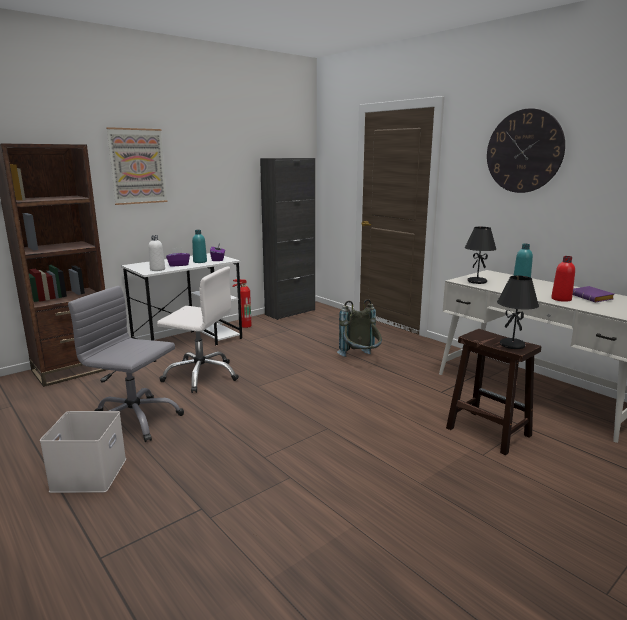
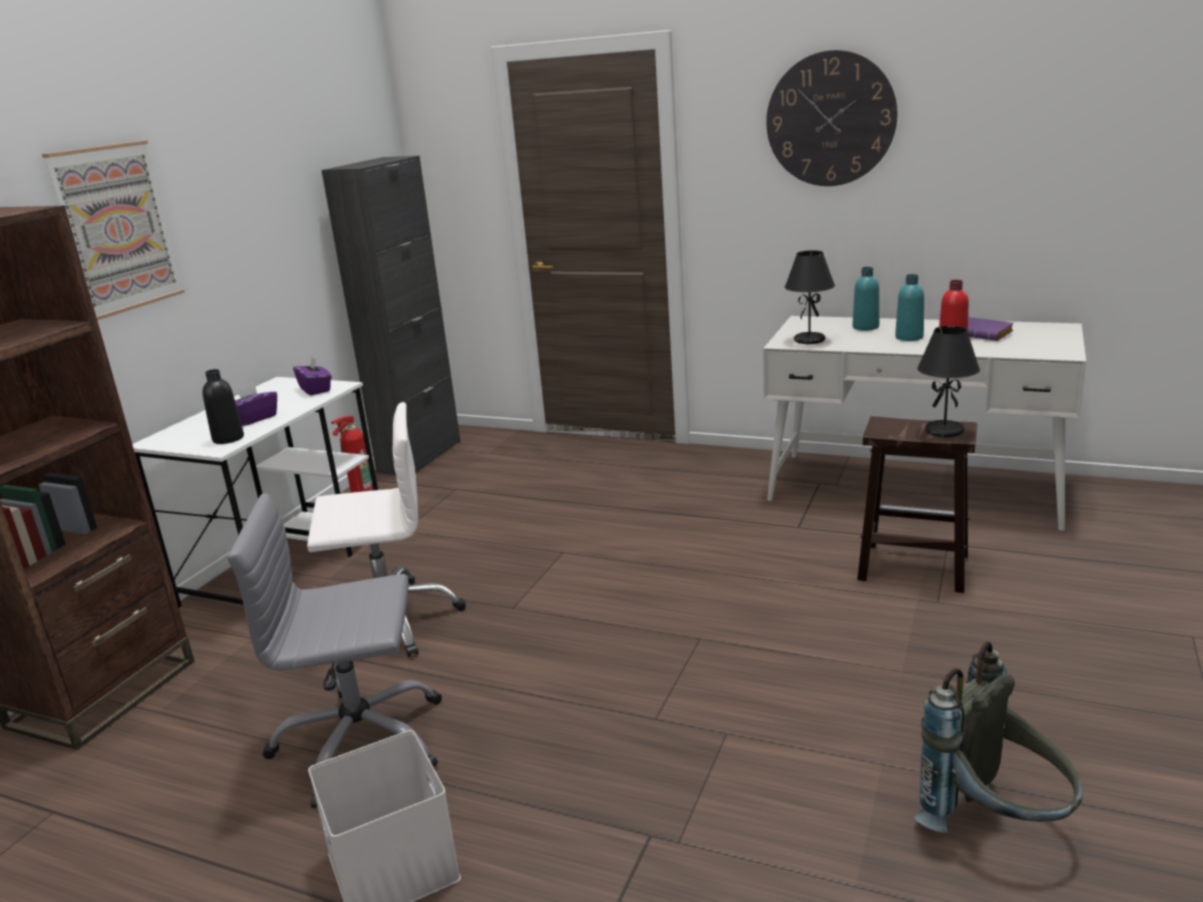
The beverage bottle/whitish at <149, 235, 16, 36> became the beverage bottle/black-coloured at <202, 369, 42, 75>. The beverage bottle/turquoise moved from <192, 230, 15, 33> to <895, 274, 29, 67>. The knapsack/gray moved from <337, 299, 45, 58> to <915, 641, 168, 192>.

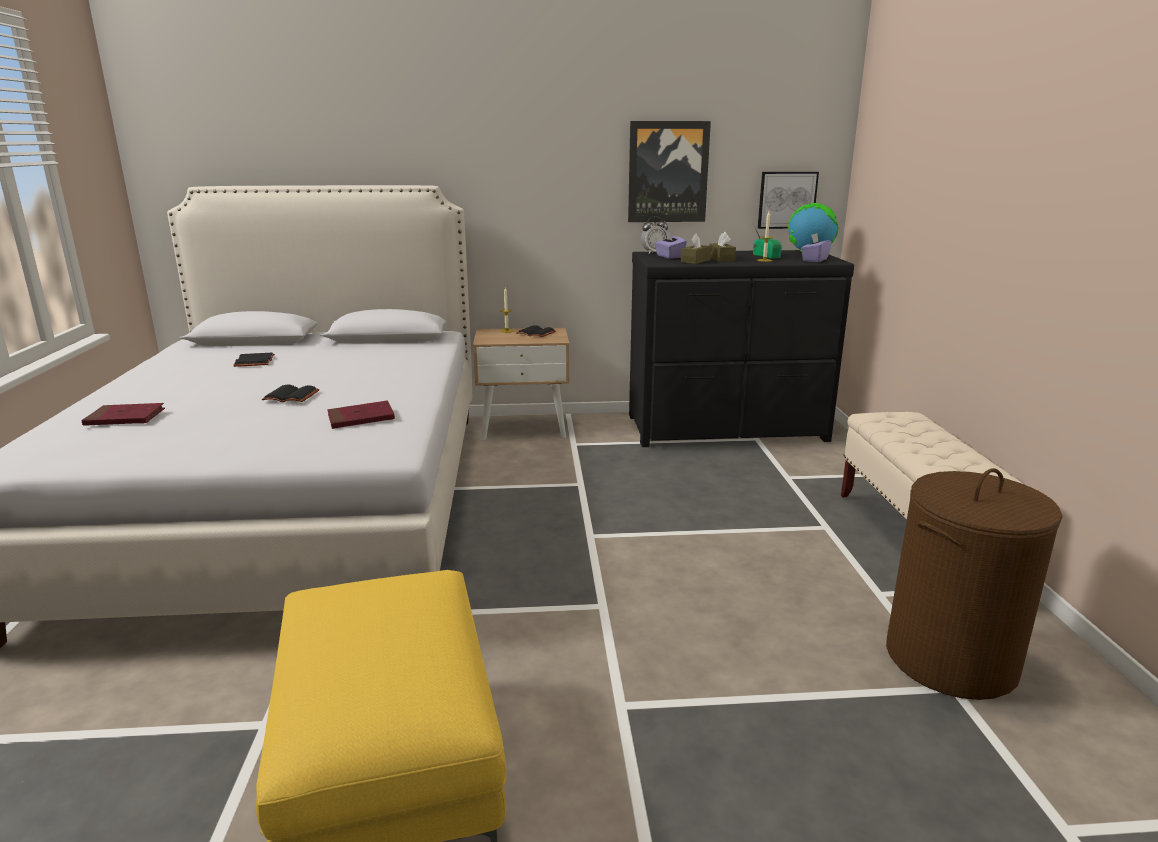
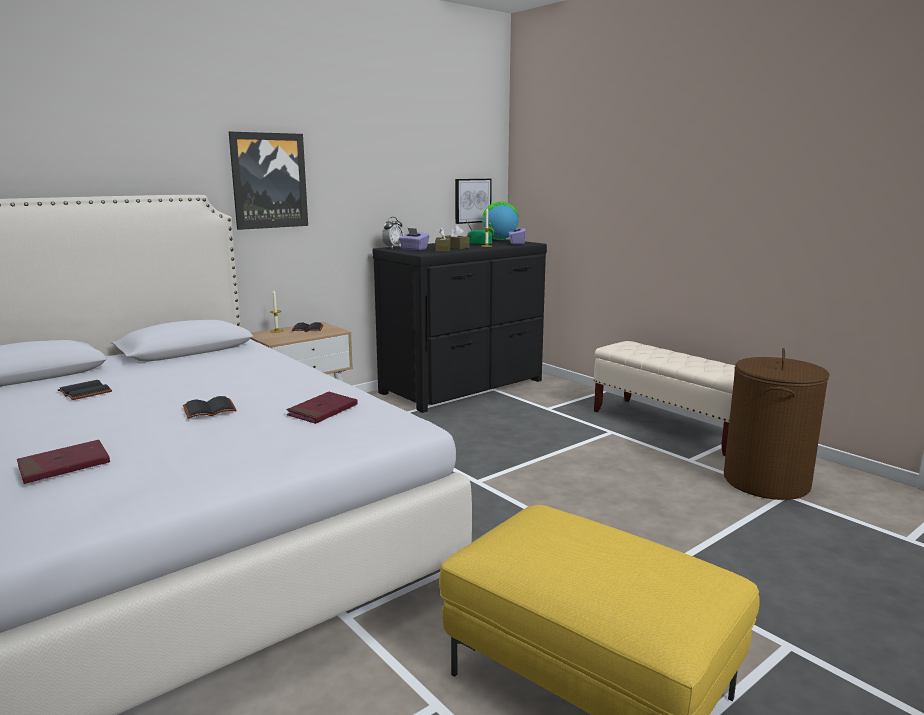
The wall picture moved from <628, 121, 83, 101> to <229, 132, 79, 98>.

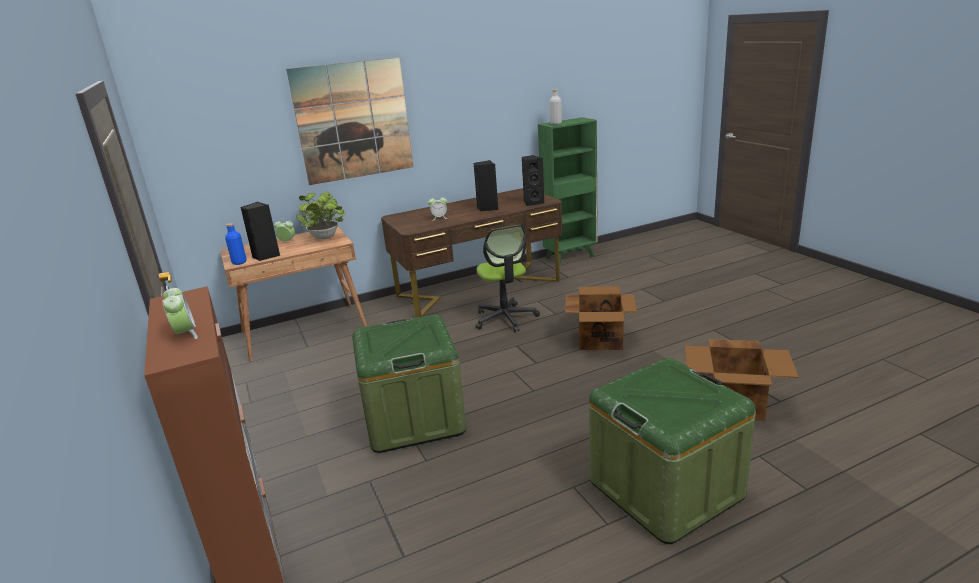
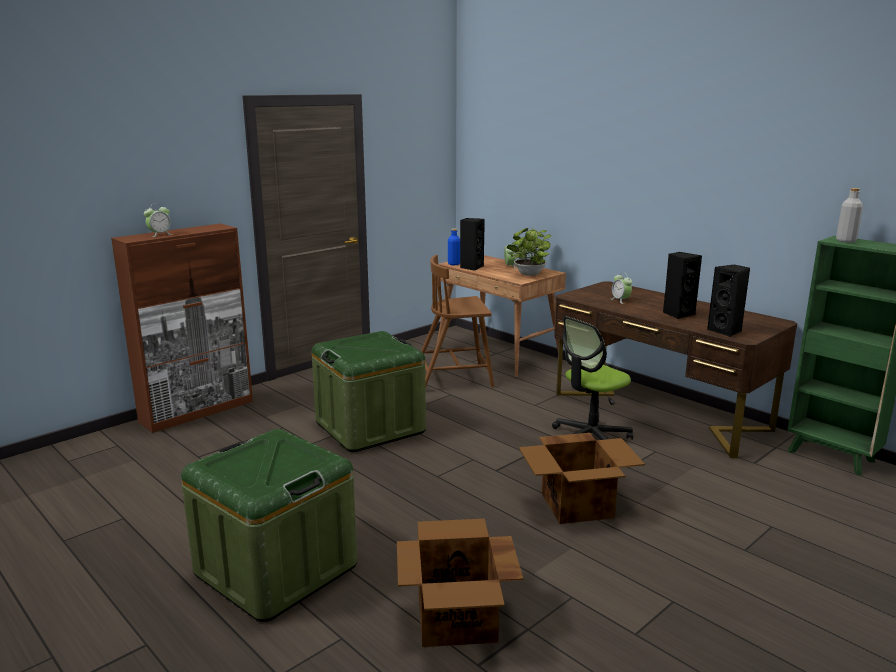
The wall picture at <286, 57, 127, 128> disappeared. The plain chair/brown-coloured at <421, 255, 73, 134> appeared.

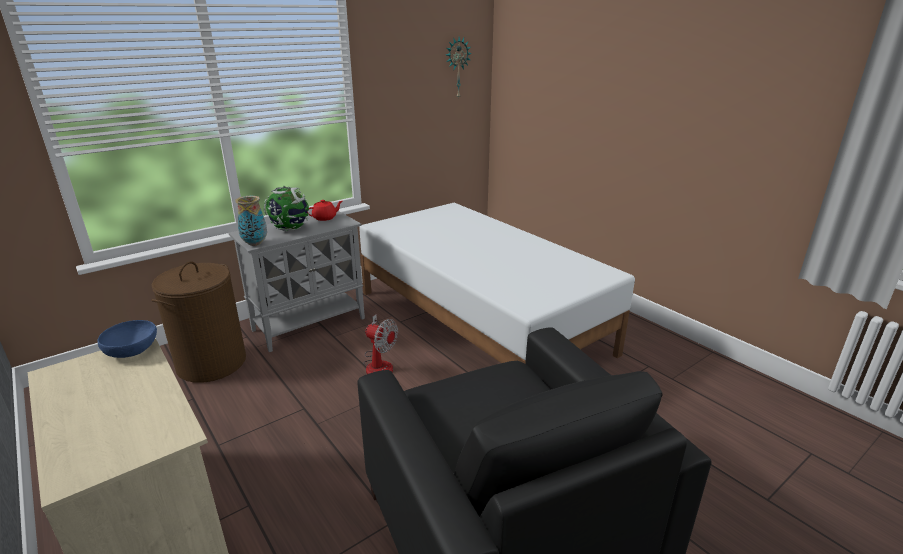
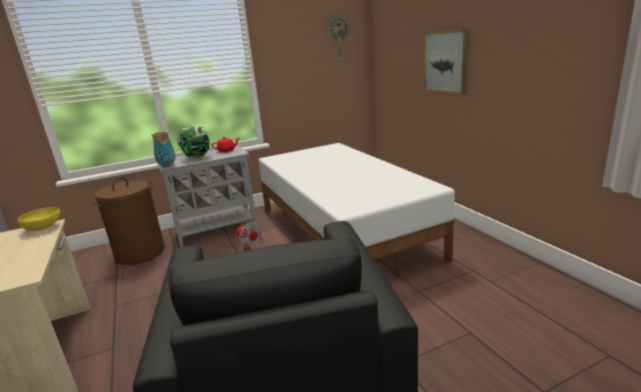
The deep dish/blue-coloured at <97, 320, 60, 38> became the deep dish/yellow at <18, 207, 42, 24>. The wall picture at <424, 29, 45, 65> appeared.

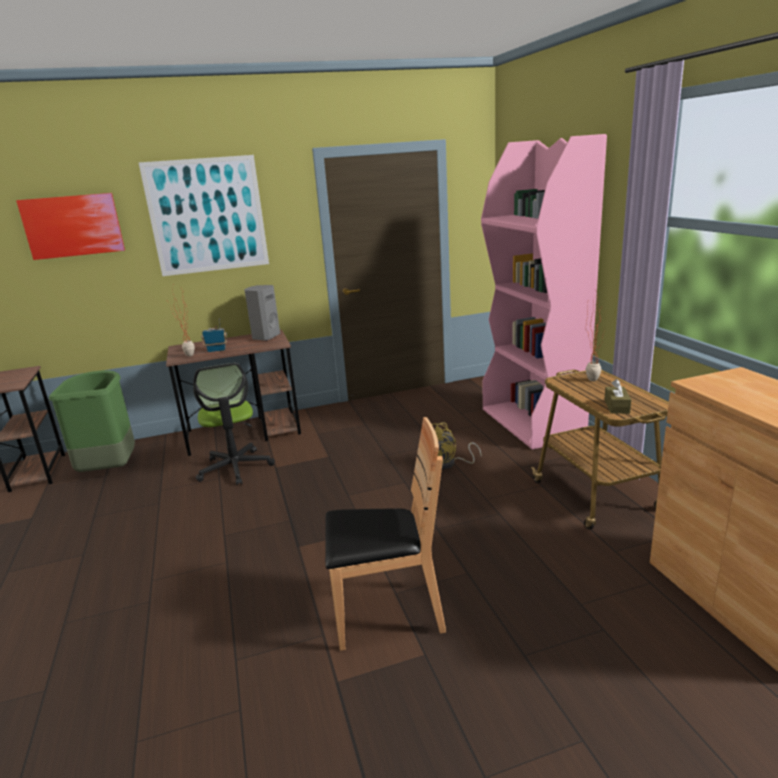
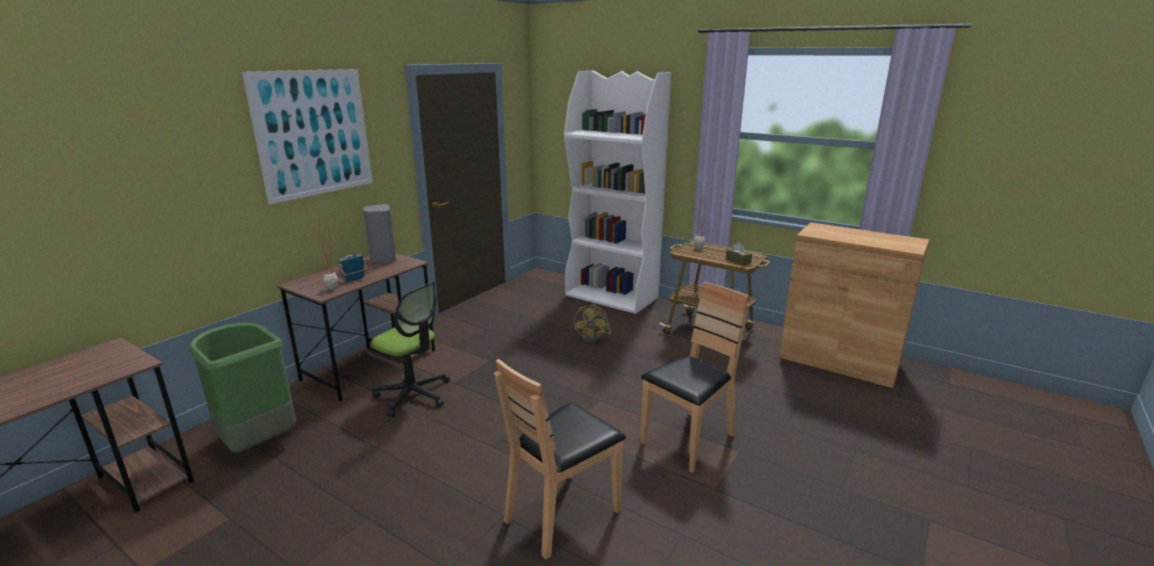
The wall picture at <16, 193, 109, 67> disappeared. The bookcase/pink at <481, 134, 126, 316> became the bookcase/whitish at <564, 71, 107, 243>. The plain chair/brown-coloured at <494, 359, 132, 201> appeared.

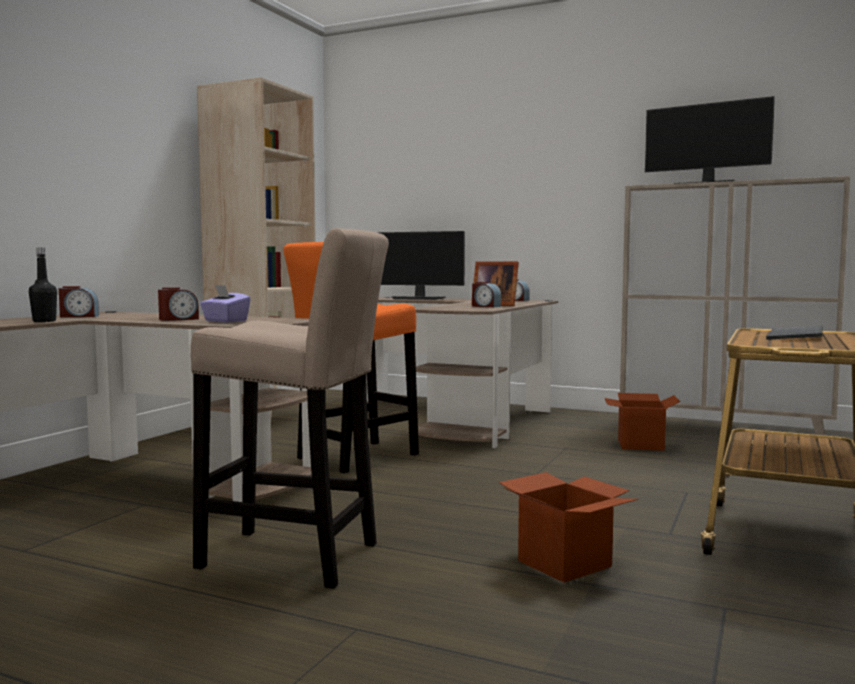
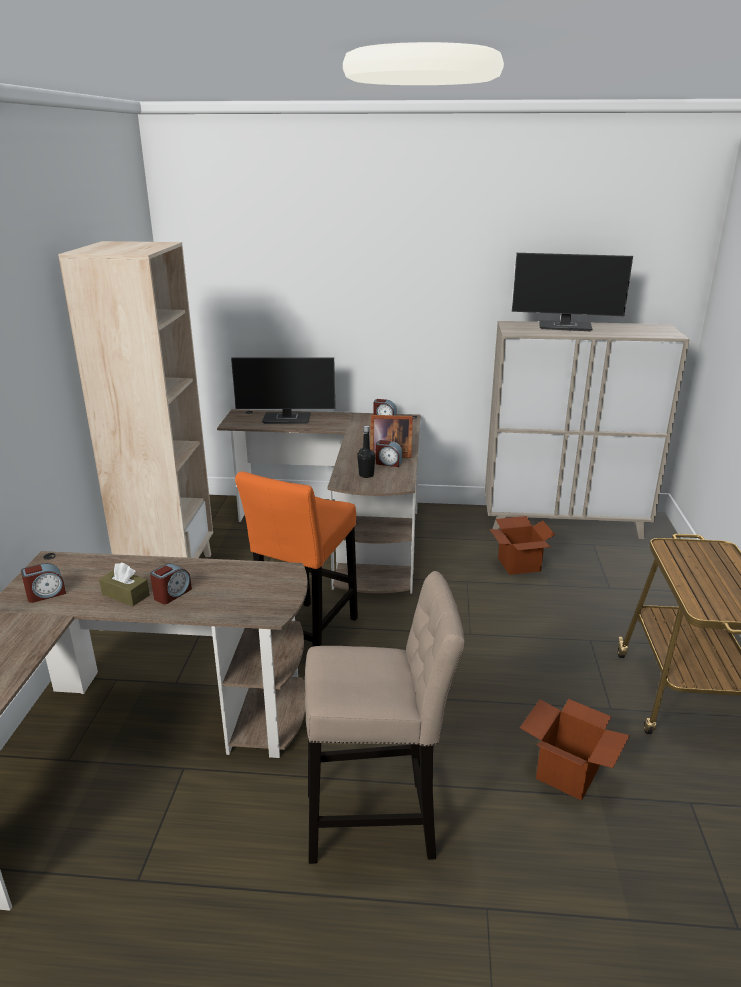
The beverage bottle/black-coloured moved from <29, 247, 28, 75> to <357, 426, 19, 52>. The tissue box/purple-coloured at <200, 285, 51, 38> disappeared. The PC keyboard at <766, 325, 57, 15> disappeared. The tissue box/brown-coloured at <99, 562, 51, 44> appeared.

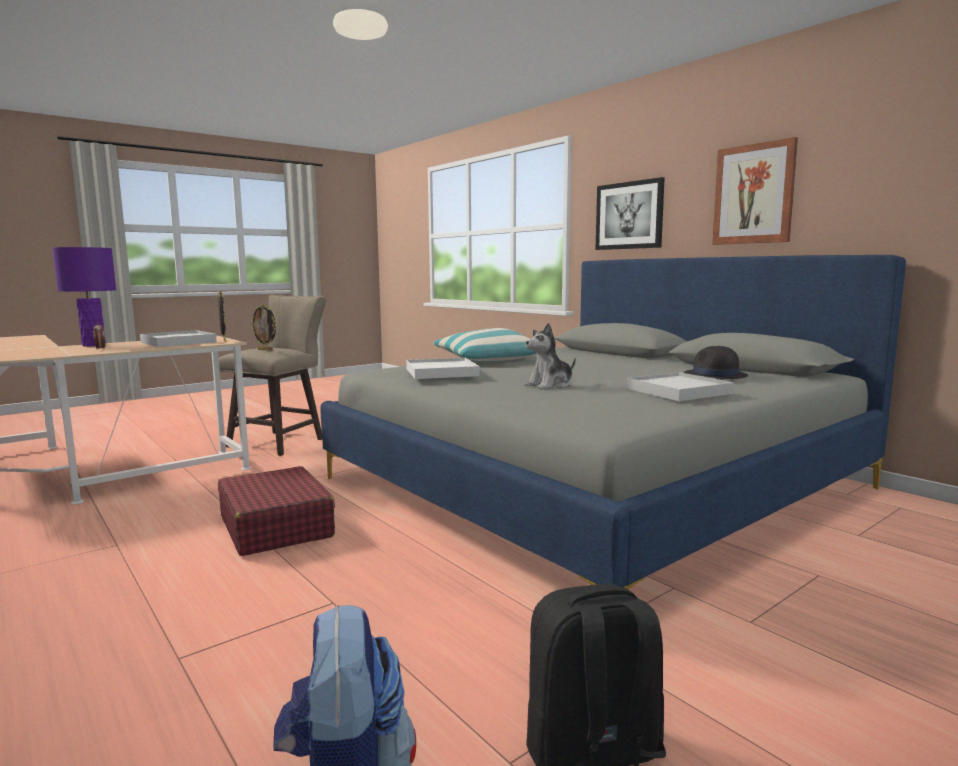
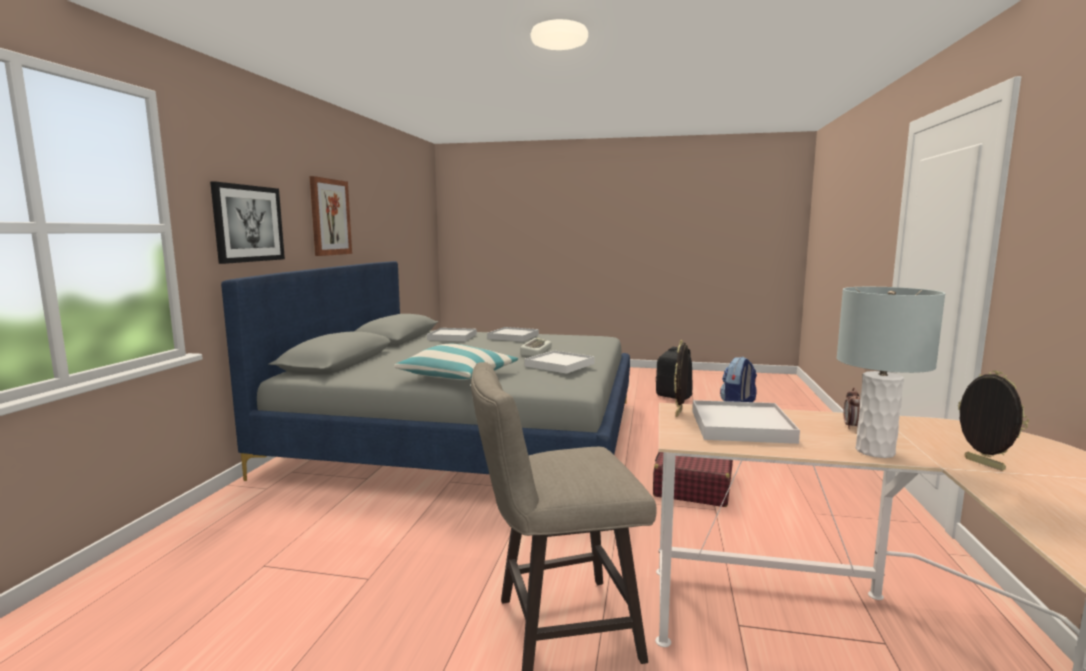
The tabletop lamp/purple-coloured at <52, 247, 64, 100> became the tabletop lamp/gray at <836, 287, 110, 171>. The photo frame moved from <250, 304, 27, 46> to <958, 370, 71, 101>. The soft toy at <525, 323, 51, 66> was replaced by the PC keyboard at <520, 338, 32, 18>. The hat/black-coloured at <684, 346, 64, 33> was replaced by the tray/whitish at <427, 328, 50, 13>.

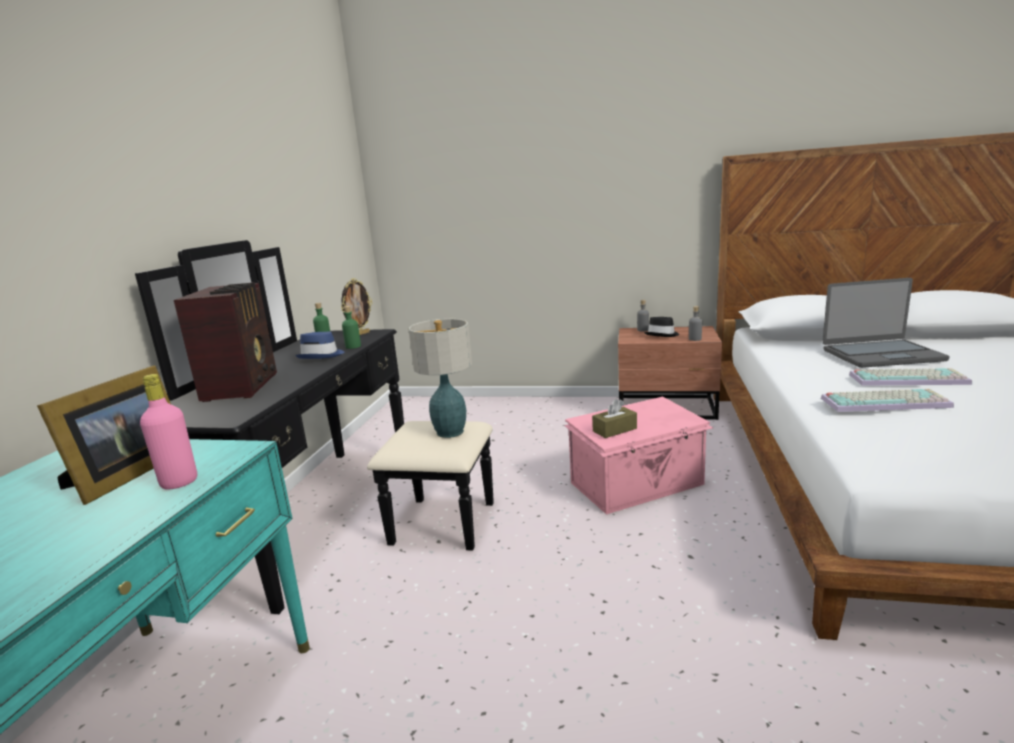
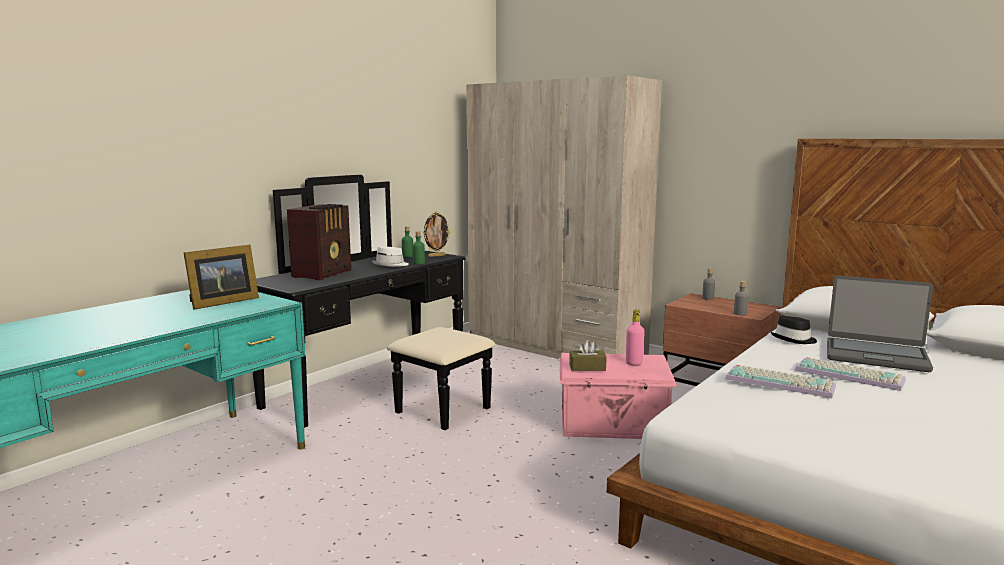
The beverage bottle/pink moved from <140, 374, 57, 116> to <626, 310, 19, 55>. The hat/blue-coloured at <295, 331, 49, 28> became the hat/whitish at <372, 246, 37, 21>. The tabletop lamp at <408, 319, 64, 119> disappeared. The hat/black-coloured moved from <644, 317, 35, 20> to <771, 316, 46, 28>. The armoire/sand-coloured at <466, 75, 196, 284> appeared.

